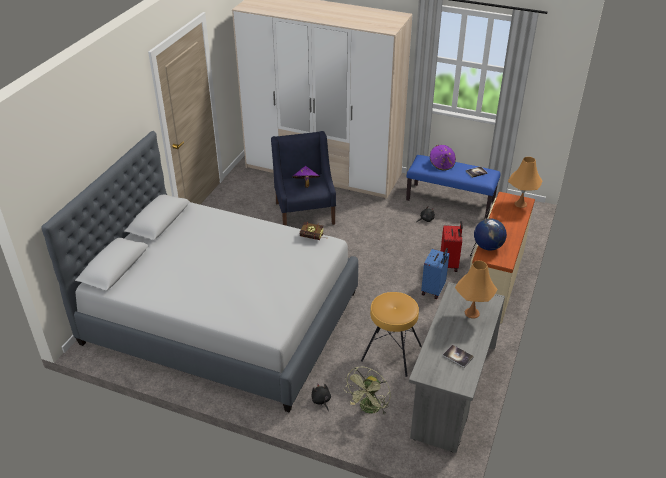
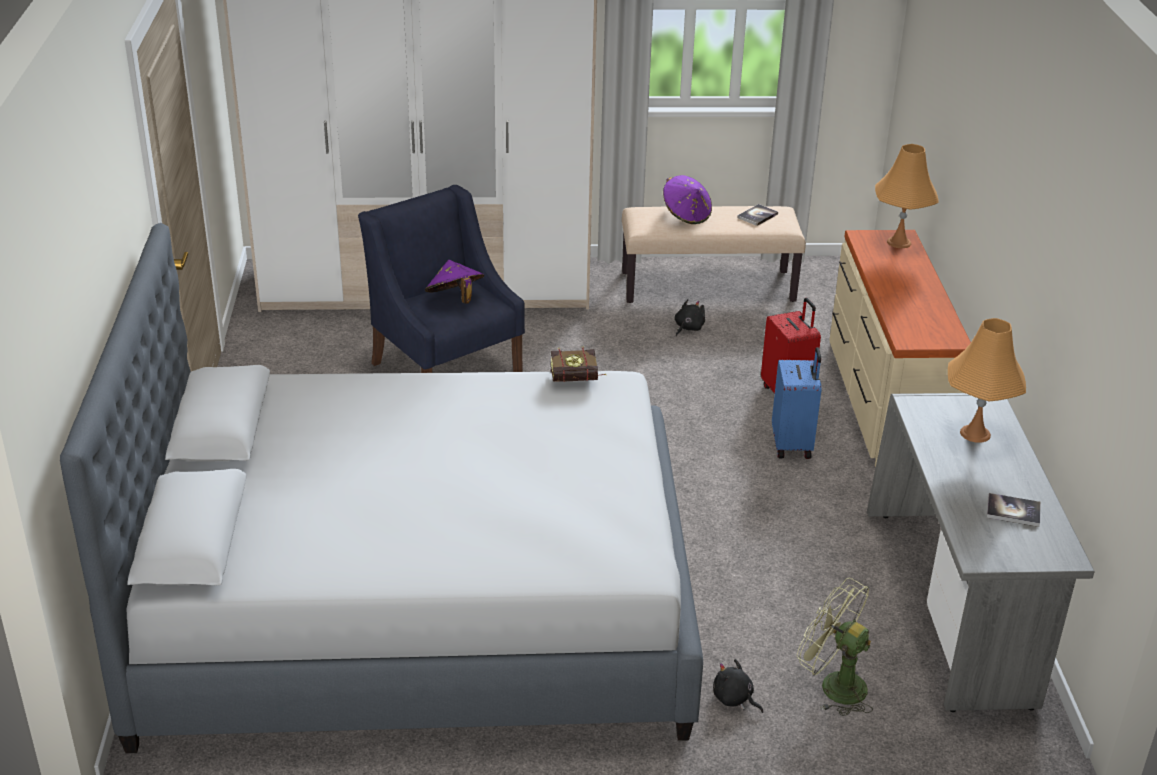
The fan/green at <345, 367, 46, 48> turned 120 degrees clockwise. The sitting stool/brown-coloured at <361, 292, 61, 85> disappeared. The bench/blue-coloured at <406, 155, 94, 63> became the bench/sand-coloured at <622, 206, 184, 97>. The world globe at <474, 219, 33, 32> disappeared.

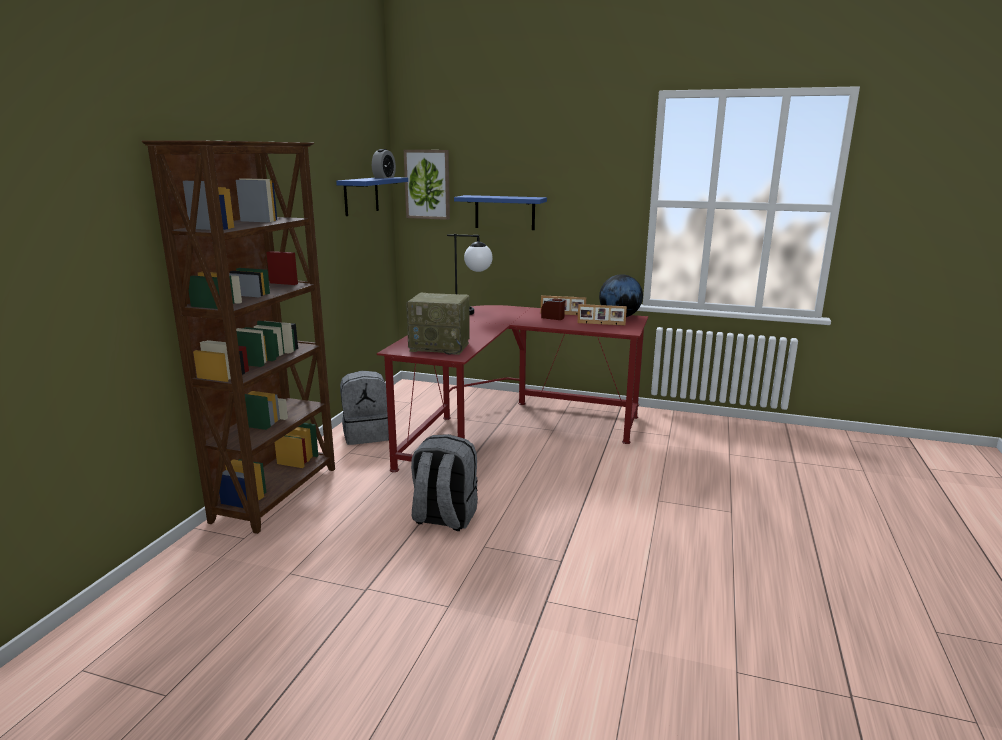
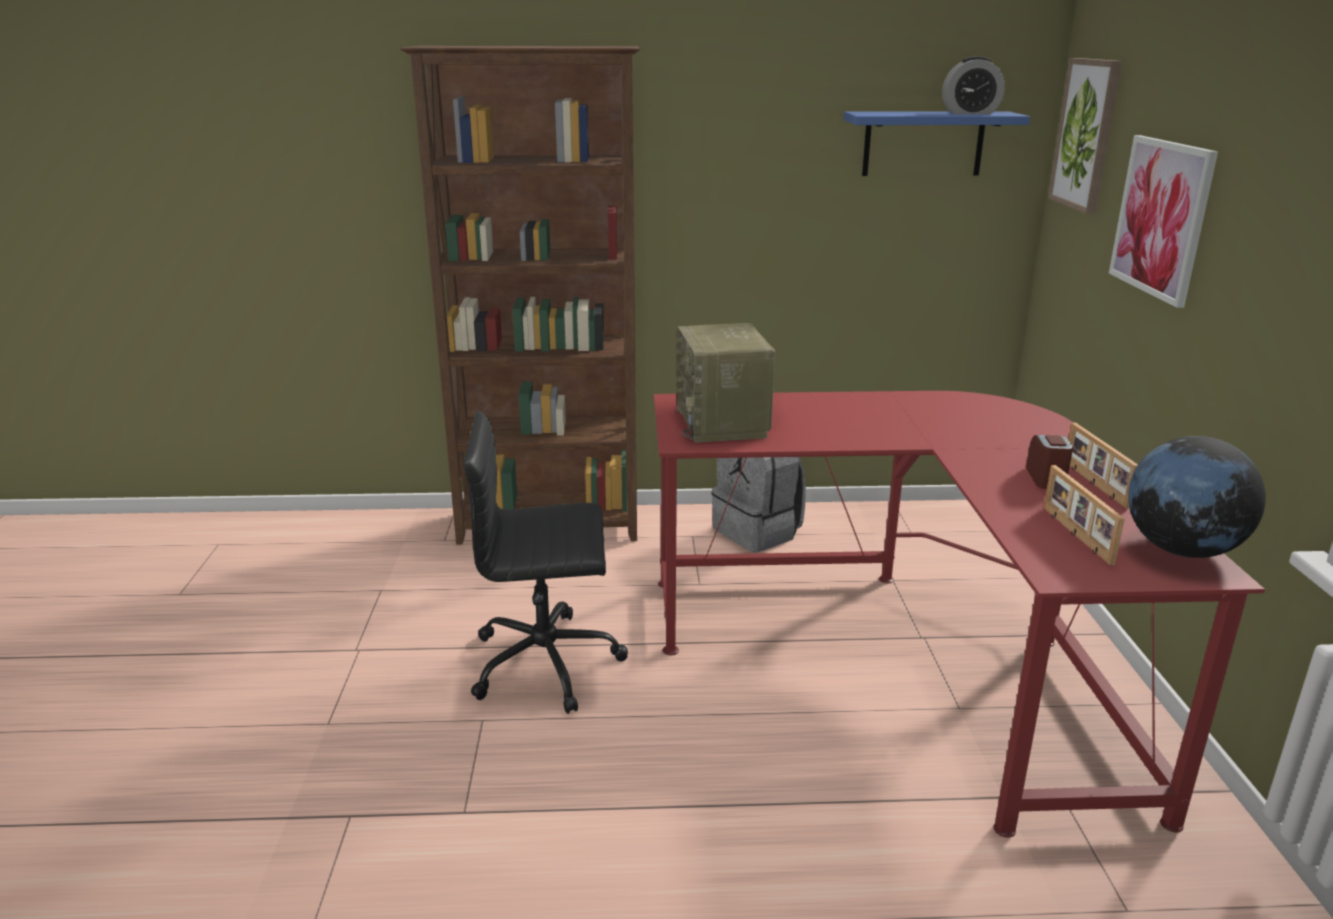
The knapsack/gray at <411, 434, 67, 97> was replaced by the desk chair/black-coloured at <464, 411, 164, 303>. The tabletop lamp at <447, 234, 46, 81> disappeared. The wall shelf/blue-coloured at <454, 195, 93, 35> was replaced by the wall picture at <1109, 135, 109, 173>.

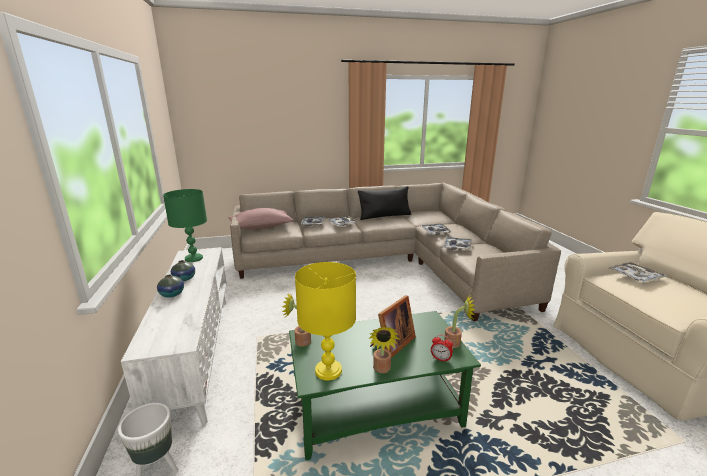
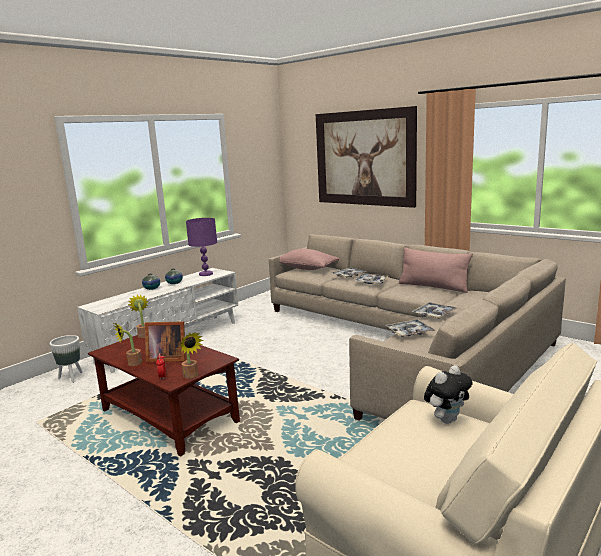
The tabletop lamp/green at <163, 189, 44, 73> became the tabletop lamp/purple-coloured at <186, 218, 31, 58>. The lounge table/green at <289, 311, 192, 149> became the lounge table/brown-coloured at <88, 335, 152, 122>. The tabletop lamp/yellow at <295, 262, 61, 118> disappeared. The pillow/black-coloured at <358, 186, 53, 34> became the pillow/pink at <399, 247, 74, 46>. The tray at <610, 262, 57, 21> was replaced by the soft toy at <424, 365, 49, 59>. The wall picture at <316, 106, 101, 102> appeared.

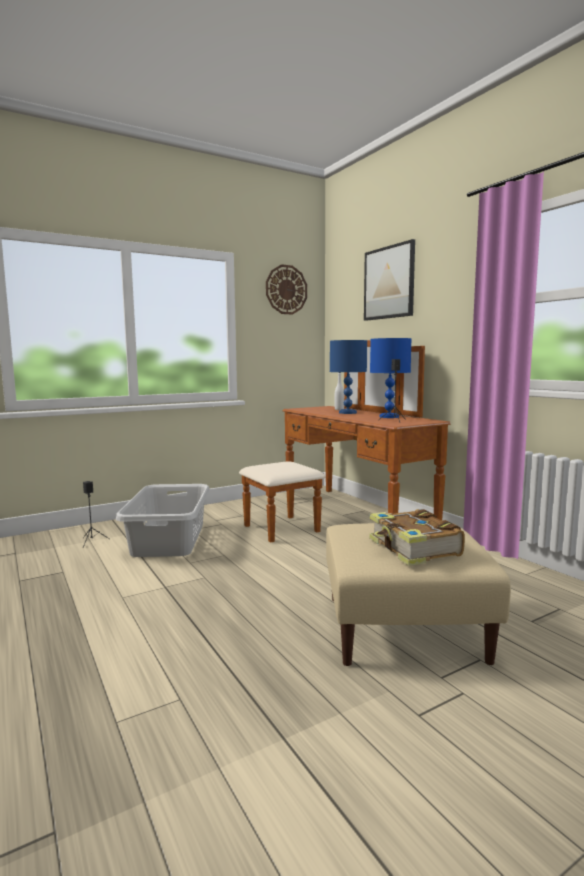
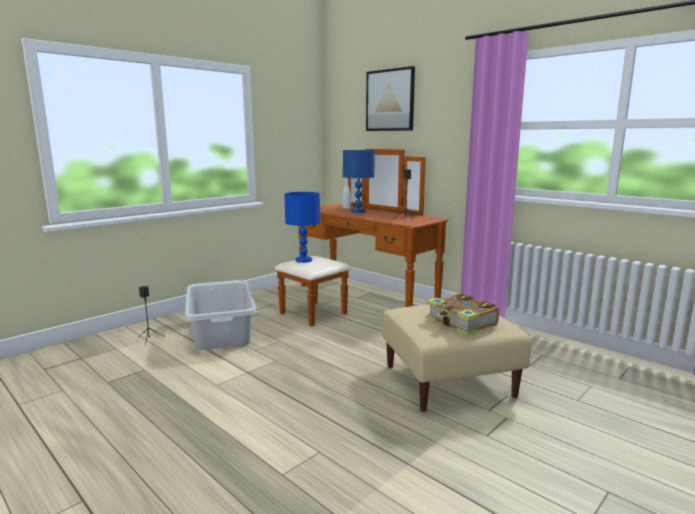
The clock on the wall at <266, 264, 41, 50> disappeared. The tabletop lamp/blue-coloured moved from <370, 338, 41, 80> to <284, 192, 36, 71>.

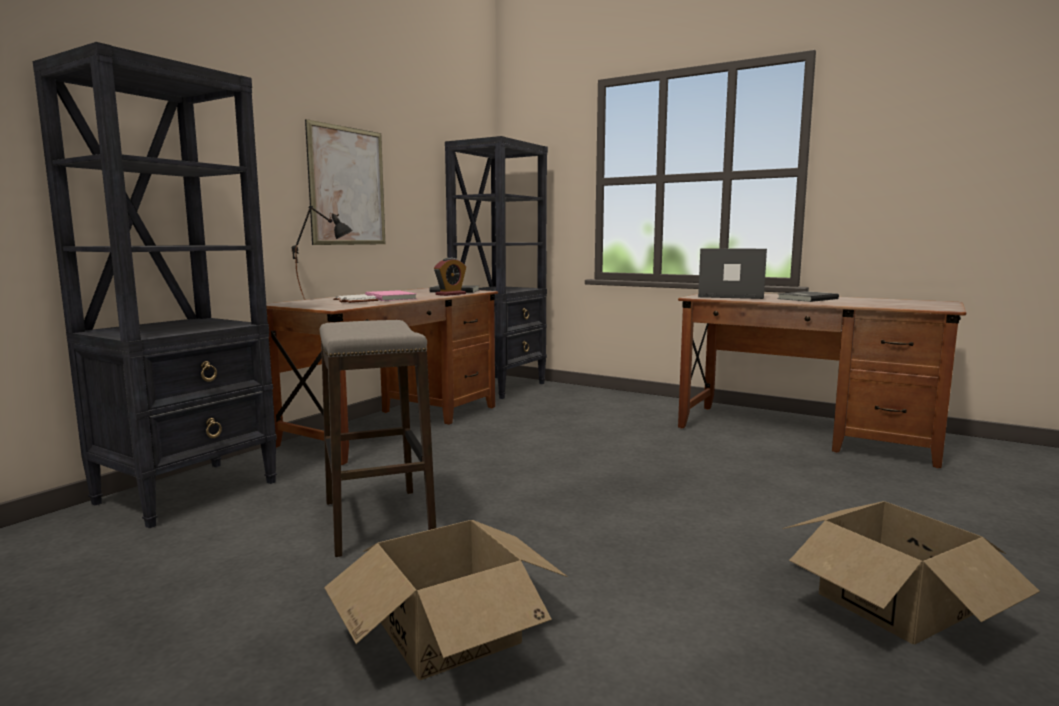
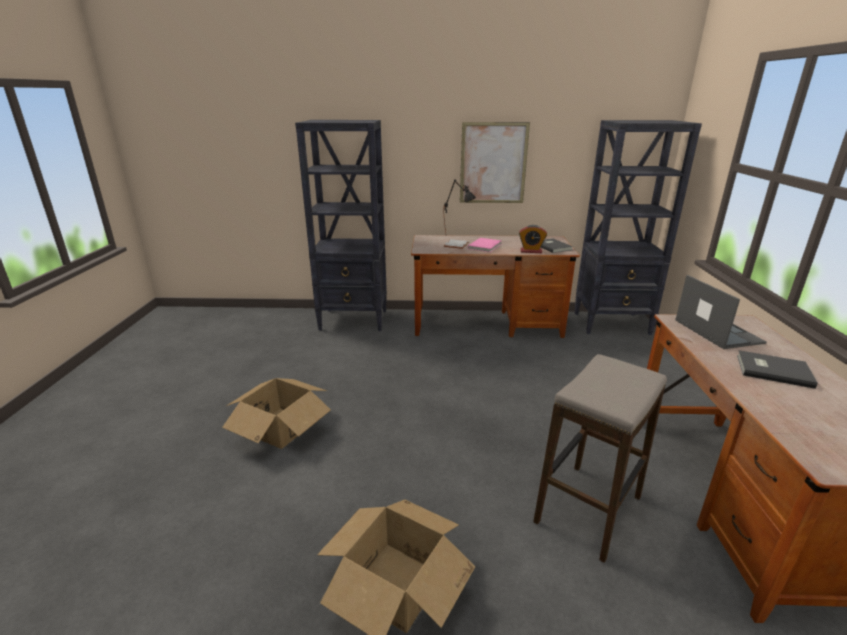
The sitting stool moved from <319, 320, 117, 237> to <533, 354, 134, 209>.

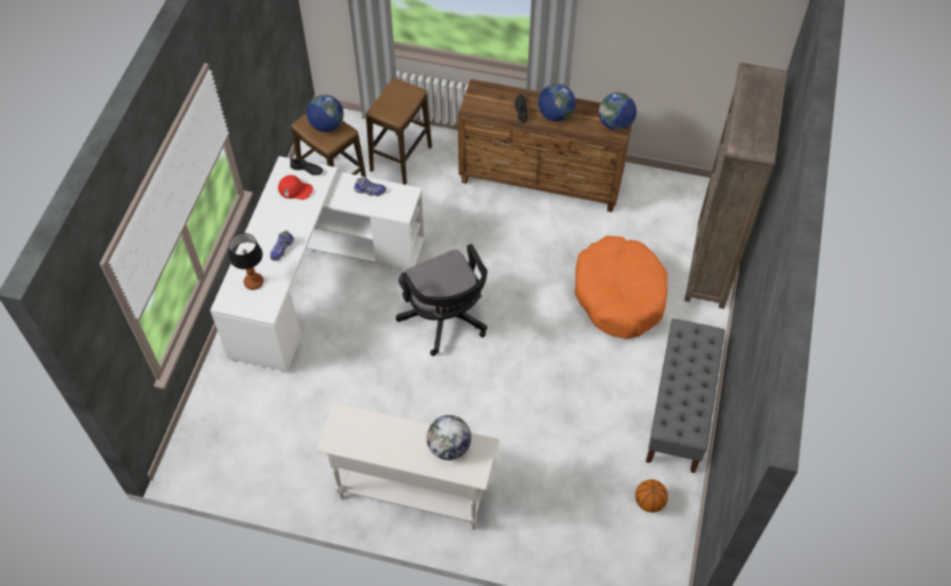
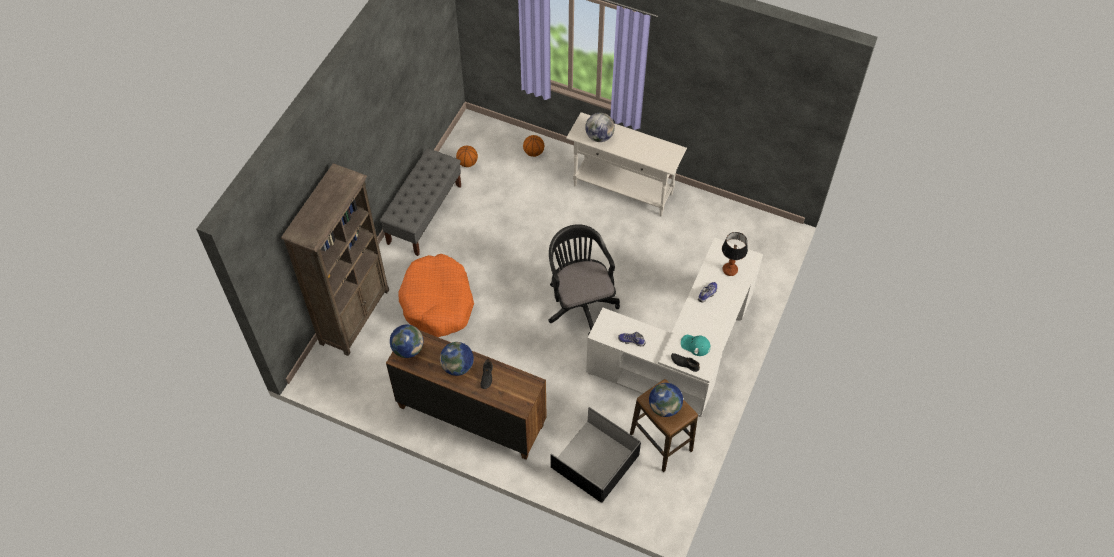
The cap/red-coloured at <278, 175, 35, 25> became the cap/turquoise at <681, 335, 29, 21>. The sitting stool at <366, 78, 66, 107> was replaced by the storage container/black-coloured at <550, 407, 91, 96>. The ball for basketball at <523, 135, 21, 22> appeared.

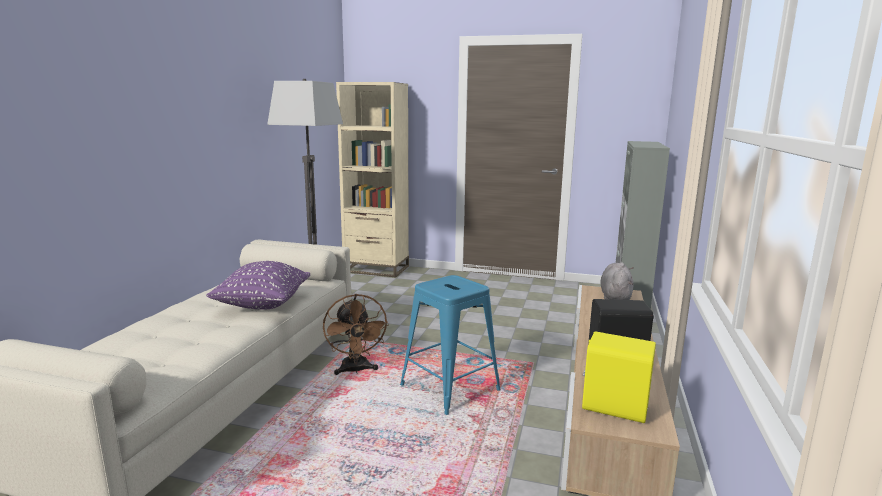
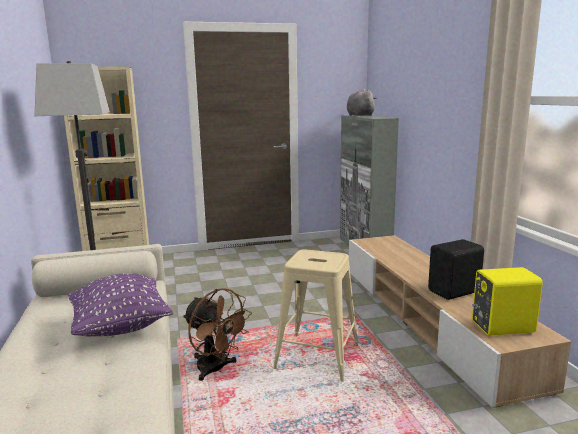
The sitting stool/blue-coloured at <400, 275, 101, 140> became the sitting stool/sand-coloured at <273, 249, 85, 133>. The soft toy/gray moved from <600, 262, 33, 38> to <347, 88, 30, 28>.

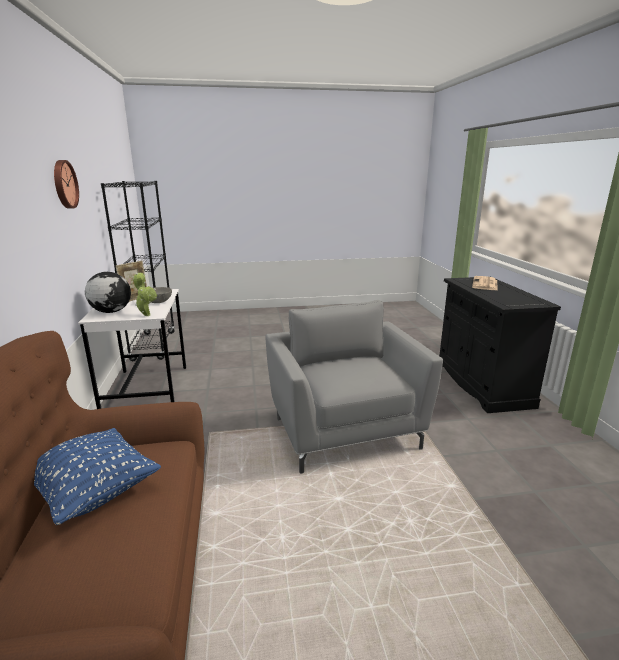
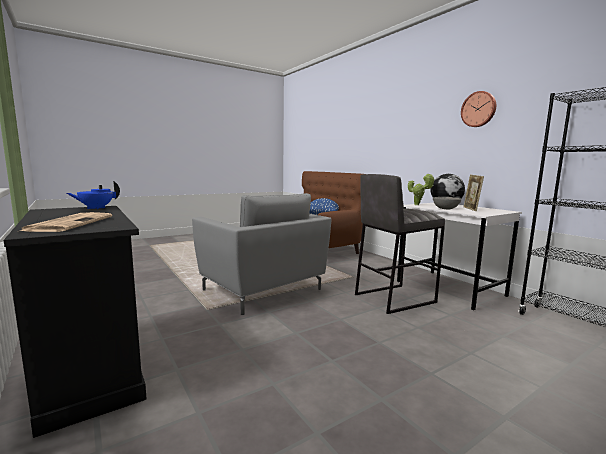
The teapot/blue-coloured at <67, 181, 53, 28> appeared. The sitting stool/gray at <355, 174, 90, 140> appeared.

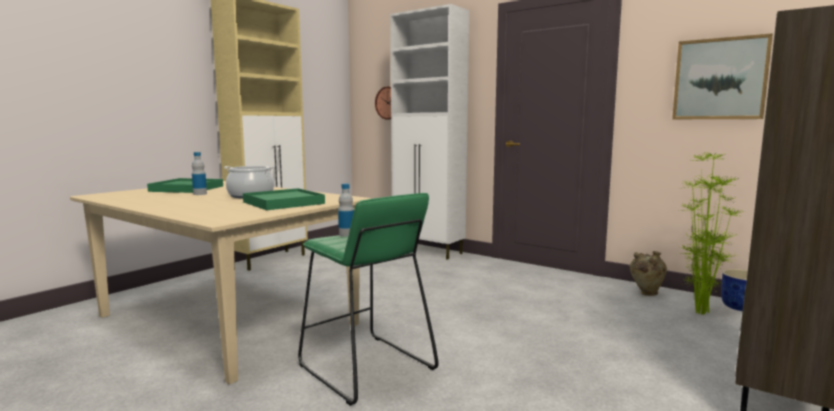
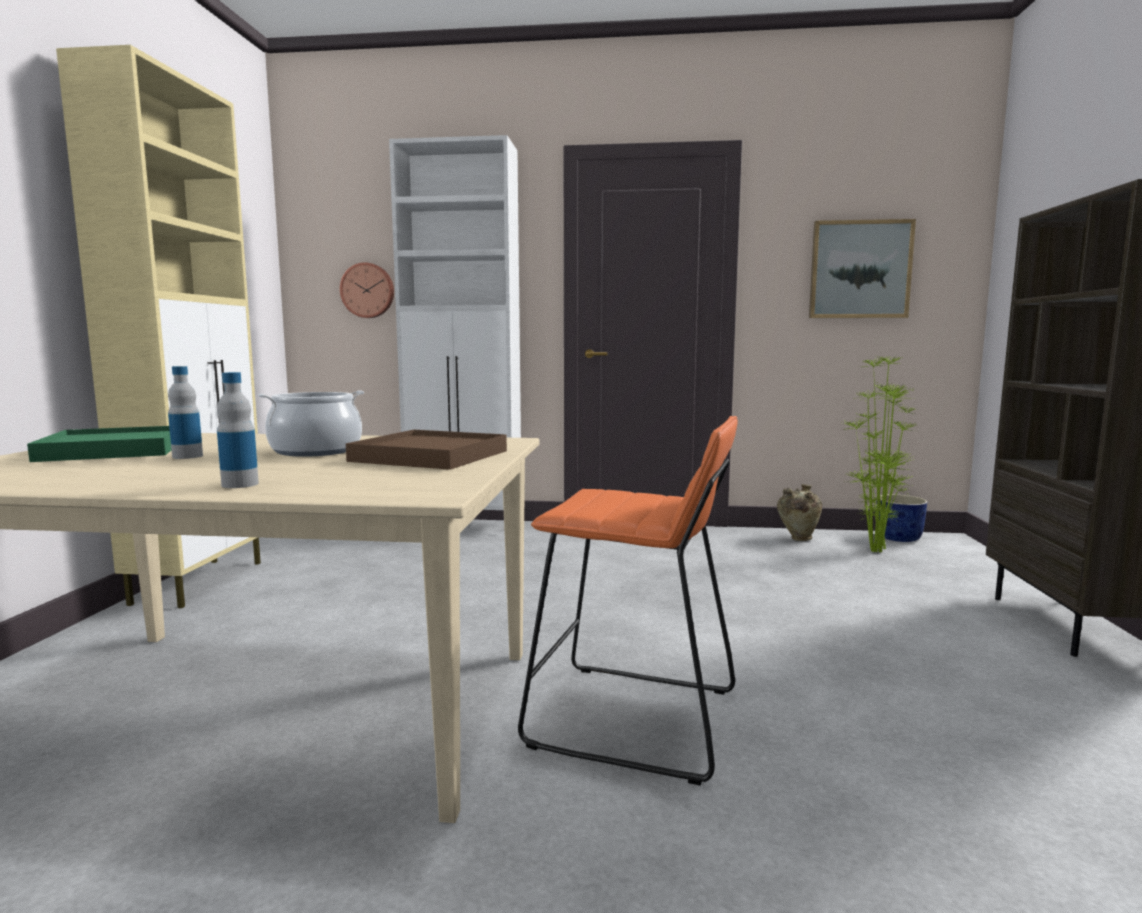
The tray/green at <243, 188, 82, 22> became the tray/brown-coloured at <346, 430, 161, 40>. The sitting stool/green at <298, 193, 141, 213> became the sitting stool/orange at <518, 416, 220, 369>. The beverage bottle moved from <338, 183, 16, 53> to <217, 372, 42, 116>.

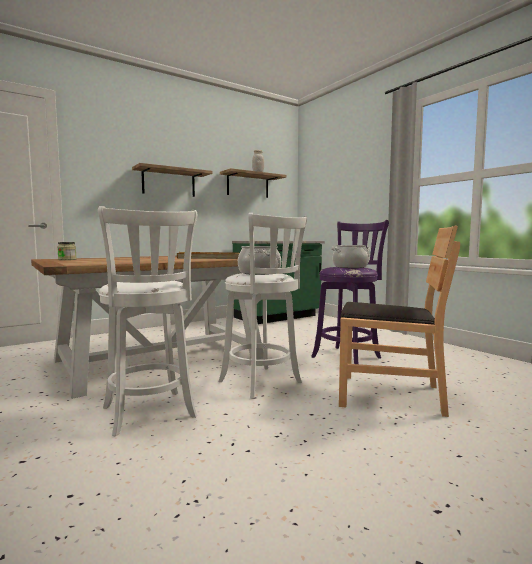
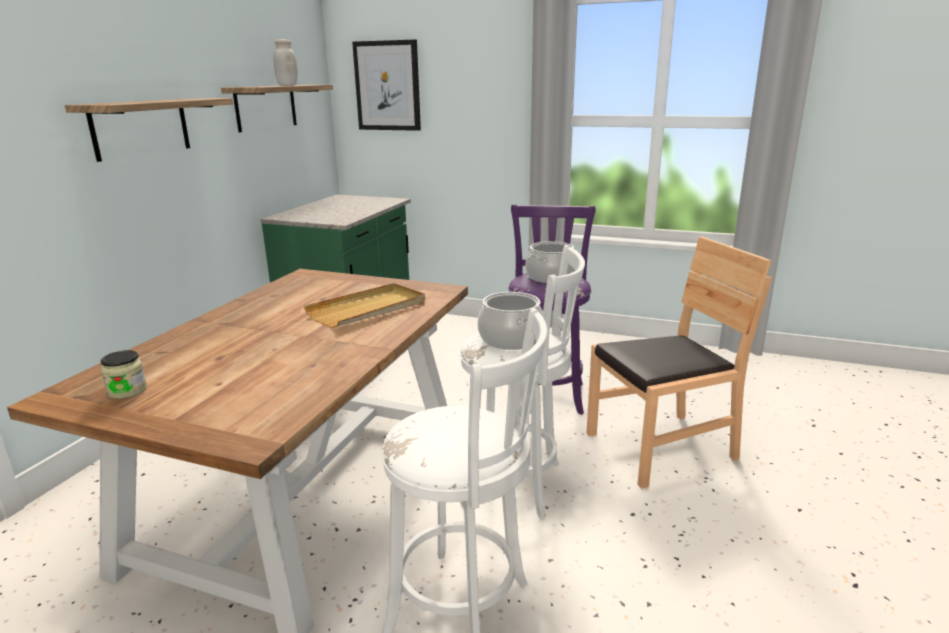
The wall picture at <352, 40, 69, 91> appeared.

